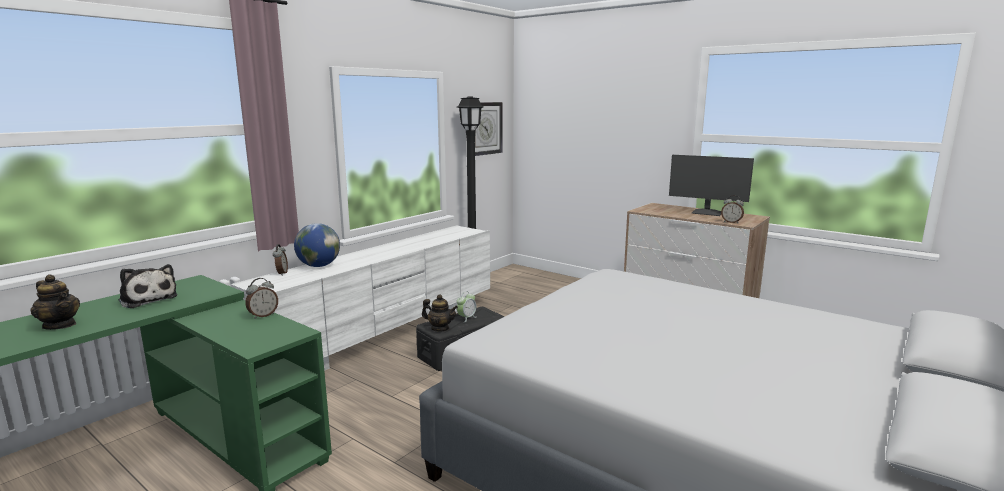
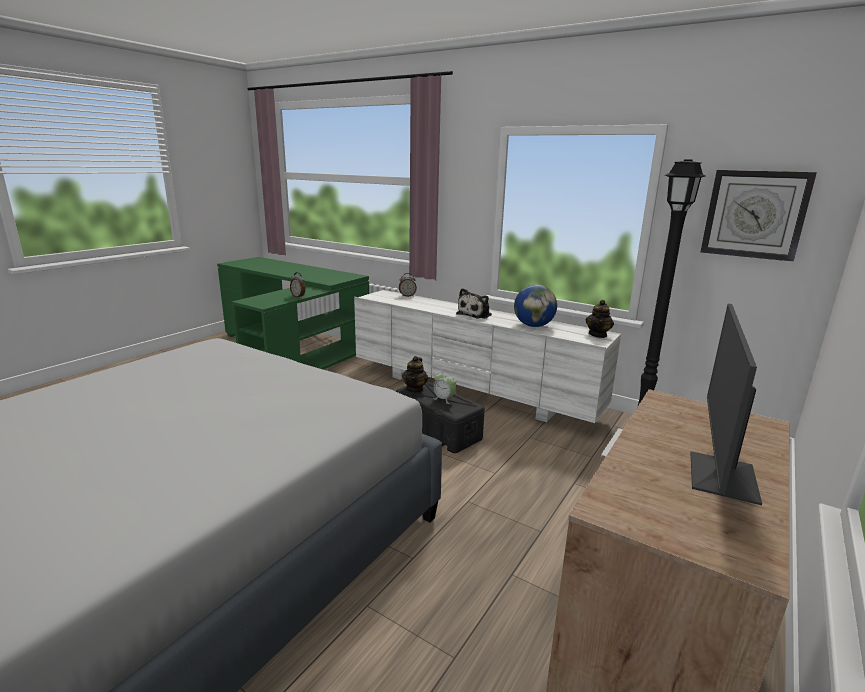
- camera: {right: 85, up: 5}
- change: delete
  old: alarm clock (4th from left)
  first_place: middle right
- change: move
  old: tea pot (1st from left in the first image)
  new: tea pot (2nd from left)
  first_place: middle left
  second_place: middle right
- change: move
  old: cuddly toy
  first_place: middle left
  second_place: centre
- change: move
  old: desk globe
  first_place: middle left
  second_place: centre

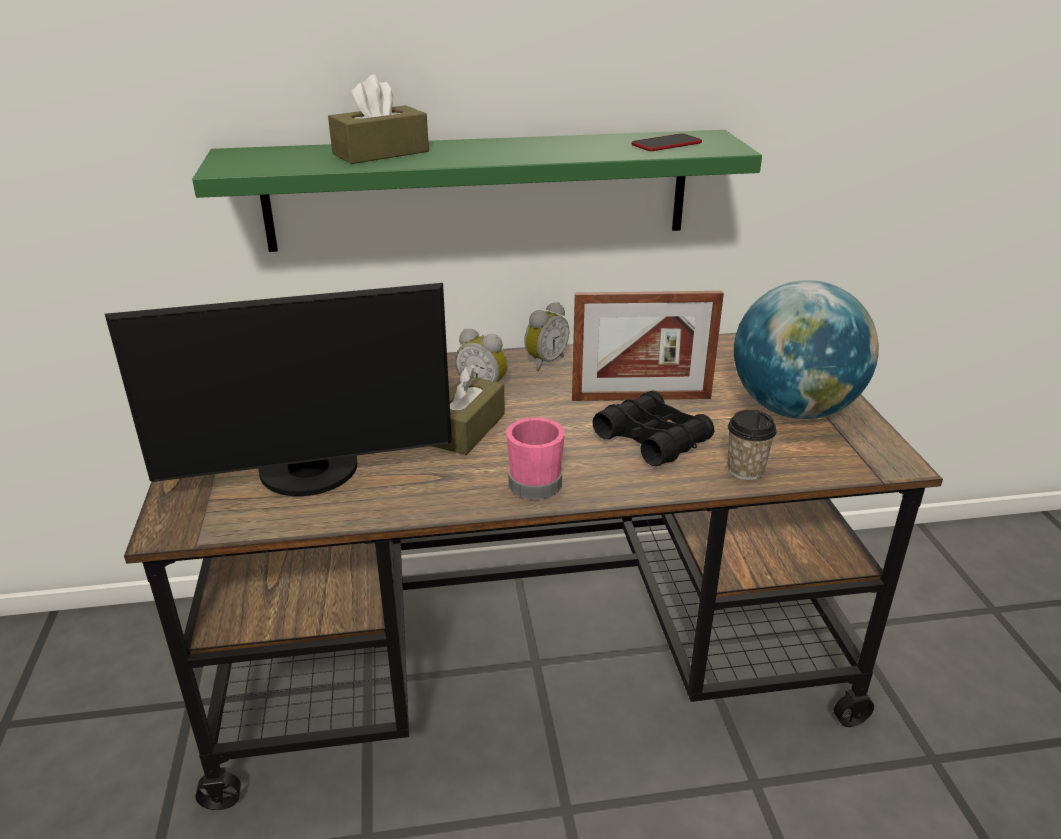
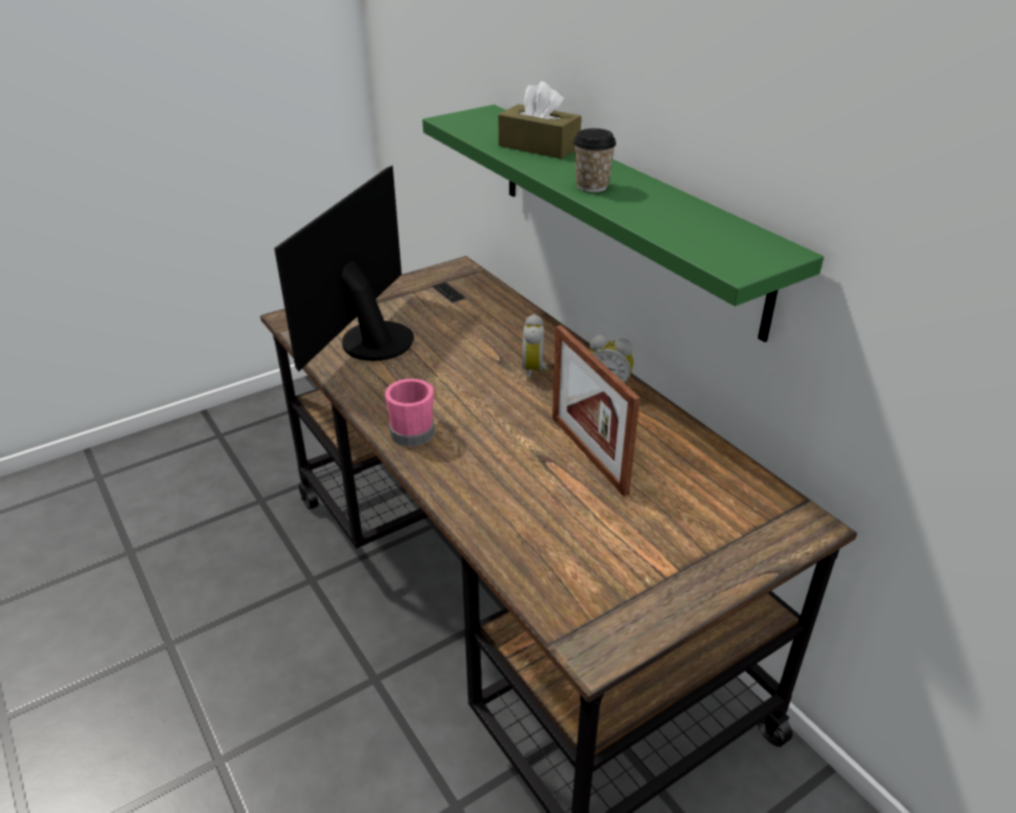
- camera: {right: 65, up: 5}
- change: delete
  old: tissue box/brownish (2nd from left)
  first_place: centre
- change: delete
  old: binoculars/black-coloured
  first_place: centre
- change: delete
  old: phone
  first_place: top centre
- change: delete
  old: desk globe
  first_place: middle right
- change: move
  old: cup
  first_place: middle right
  second_place: top centre
- change: rotate
  old: computer display
  first_place: middle left
  second_place: top centre
  degrees: 60

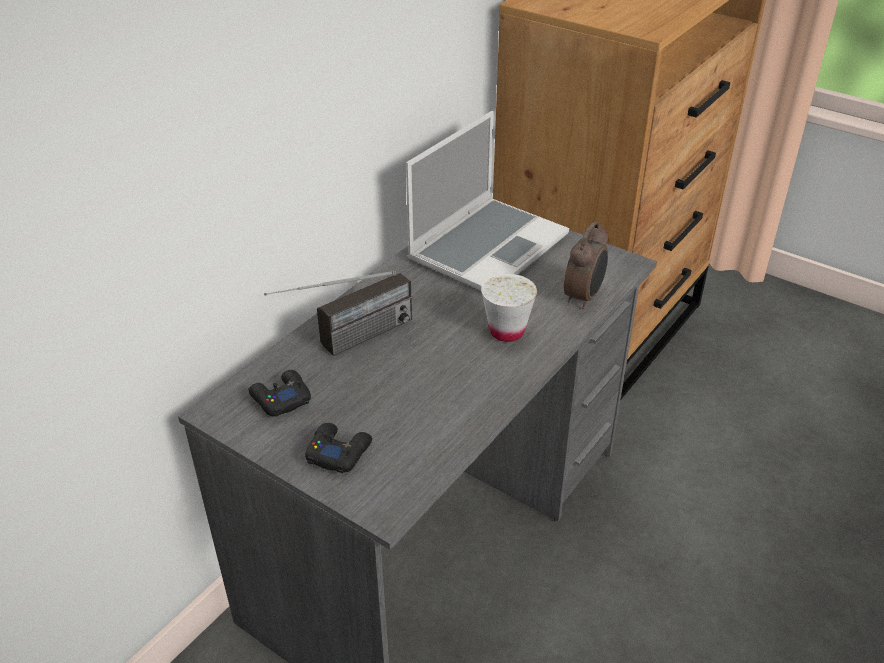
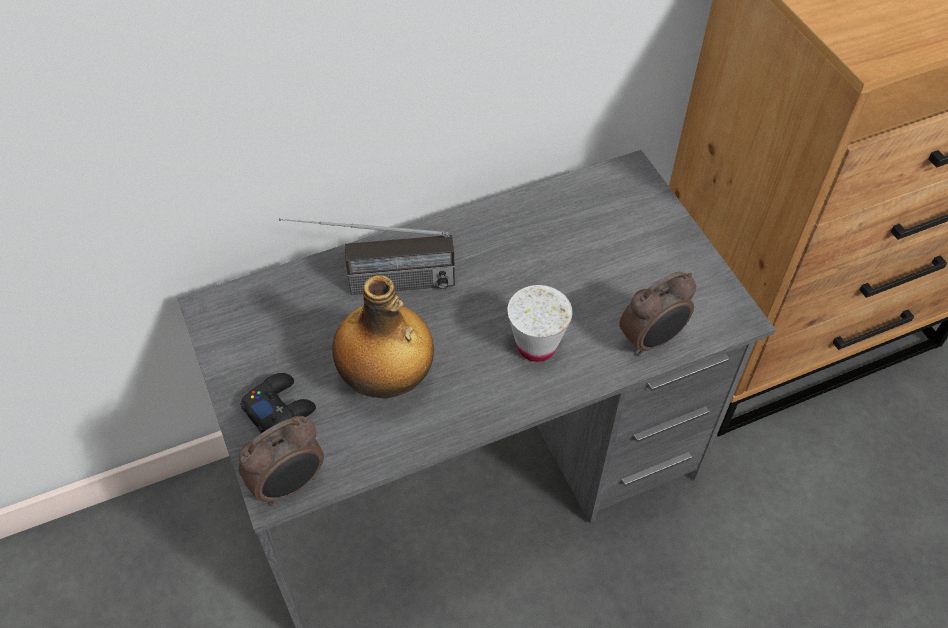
- camera: {right: 30, up: 15}
- change: delete
  old: gamepad/black-coloured (1st from left)
  first_place: middle left
- change: delete
  old: laptop
  first_place: top centre
- change: insert
  new: alarm clock (1st from left)
  second_place: bottom left
- change: insert
  new: drink bottle
  second_place: centre

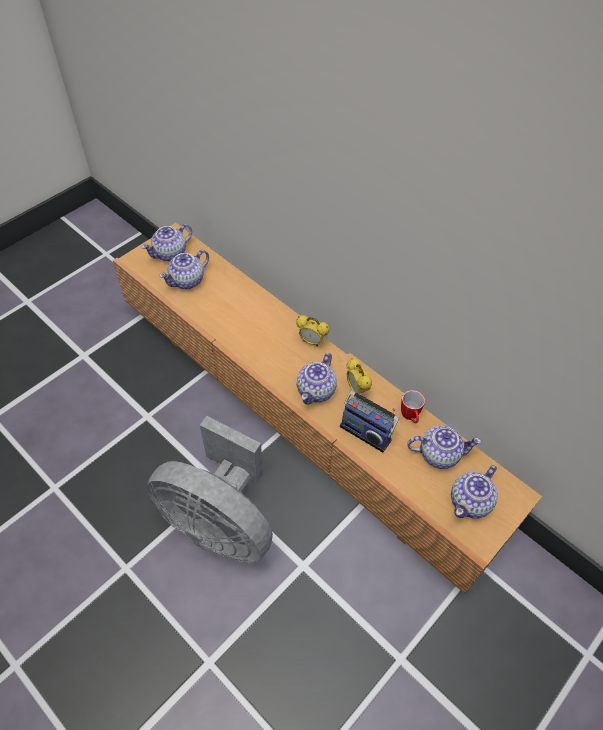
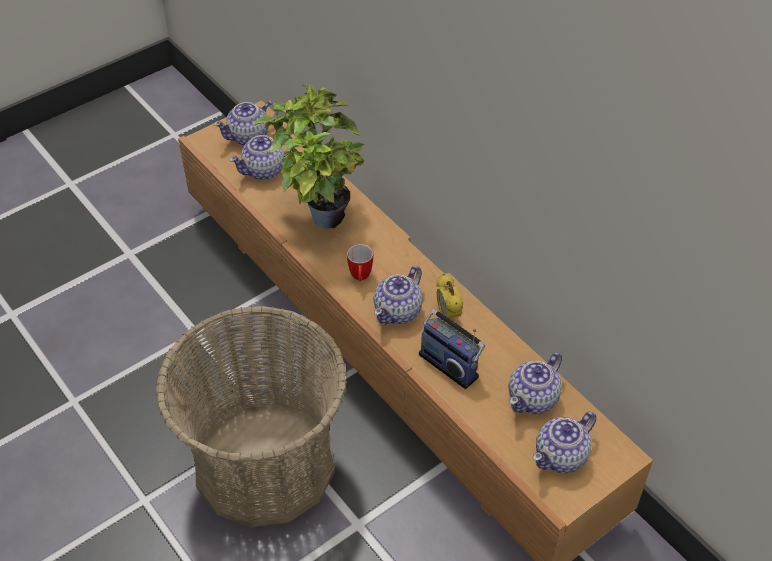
- camera: {right: 10, up: -5}
- change: delete
  old: alarm clock (1st from left)
  first_place: centre
- change: insert
  new: plant in a pot
  second_place: top centre
- change: move
  old: coffee mug
  first_place: middle right
  second_place: centre
- change: replace
  old: cooling fan/grey
  new: household basket
  first_place: bottom centre
  second_place: bottom left
- change: rotate
  old: tea pot (4th from left)
  first_place: middle right
  second_place: bottom right
  degrees: 120

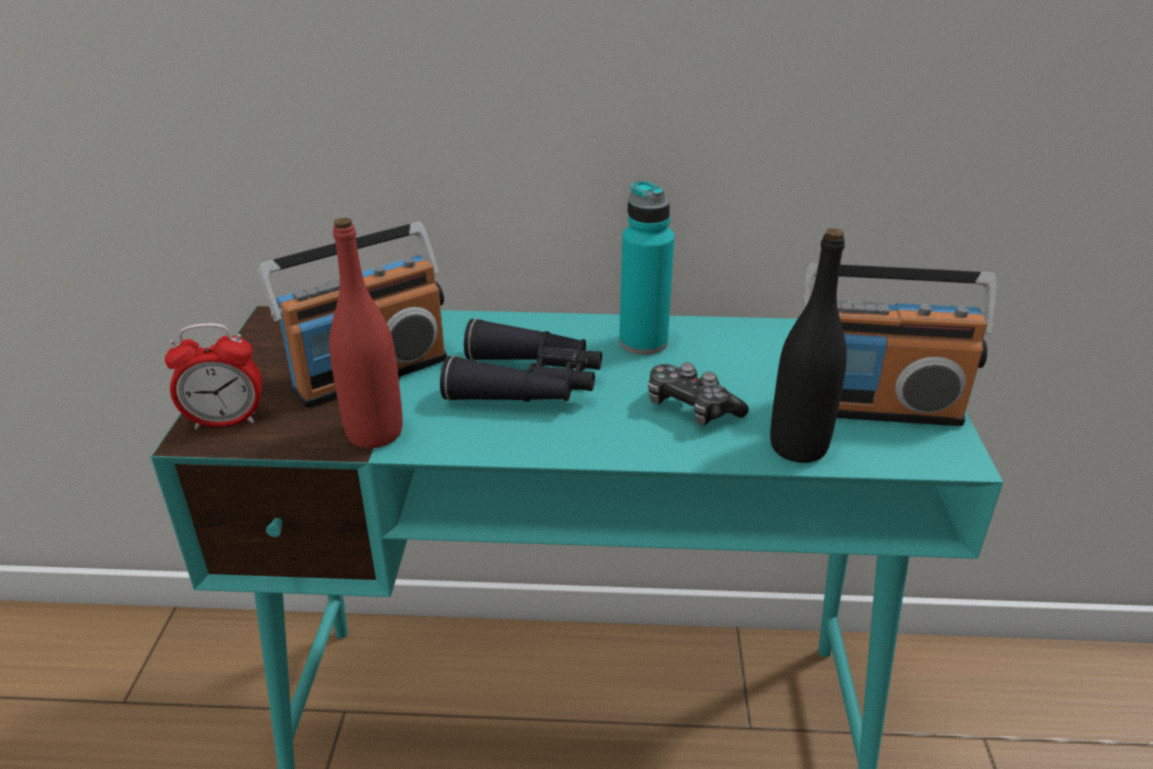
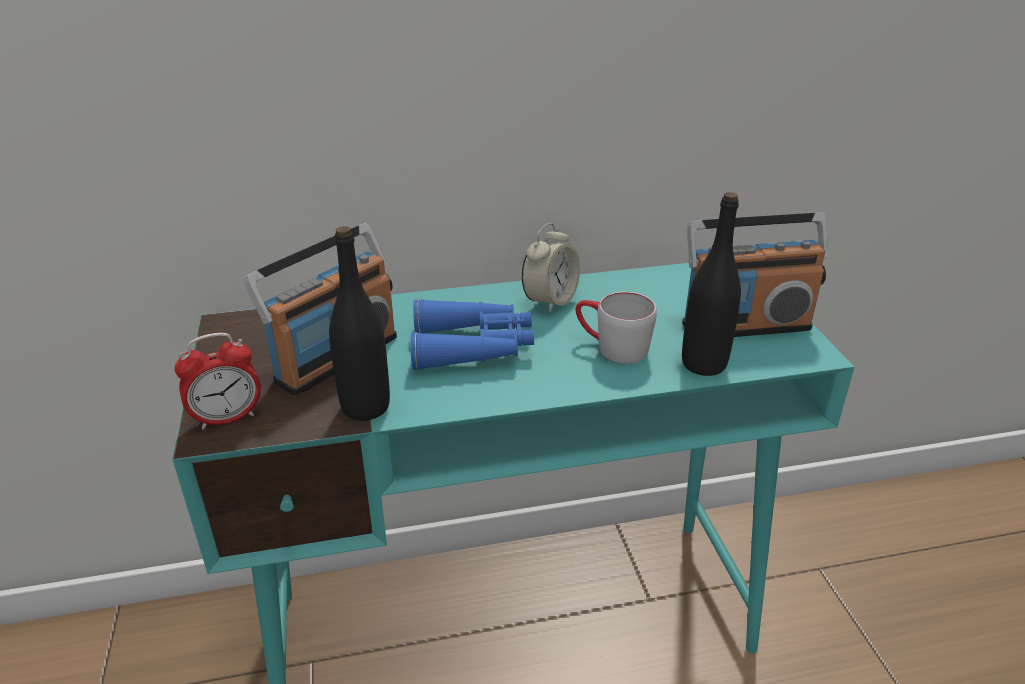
- camera: {right: -15, up: 0}
- change: replace
  old: drink bottle/blue-green
  new: alarm clock (2nd from left)
  first_place: centre
  second_place: centre
- change: replace
  old: gamepad
  new: coffee mug/grey
  first_place: centre
  second_place: centre
- change: recolor
  old: drink bottle/red-coloured
  new: drink bottle/black-coloured (1st from left)
  first_place: middle left
  second_place: centre
- change: recolor
  old: binoculars/black-coloured
  new: binoculars/bluish
  first_place: centre
  second_place: centre

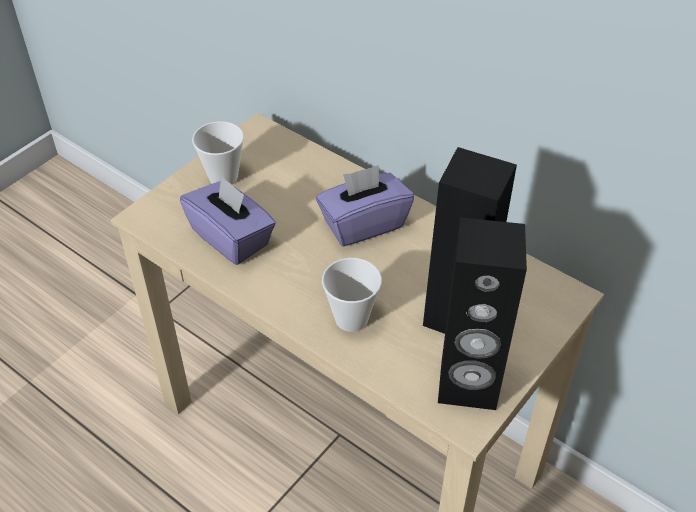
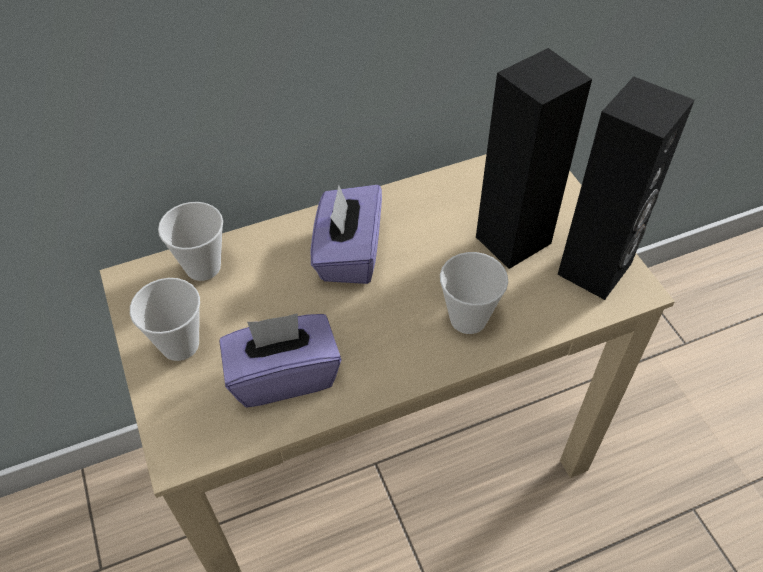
- camera: {right: -60, up: 5}
- change: insert
  new: cup (2nd from left)
  second_place: middle left

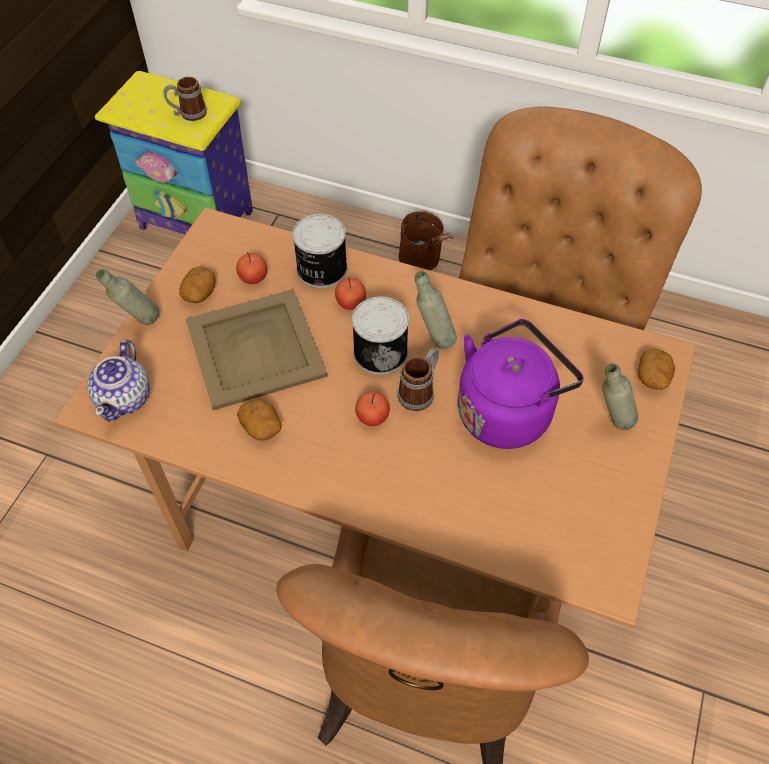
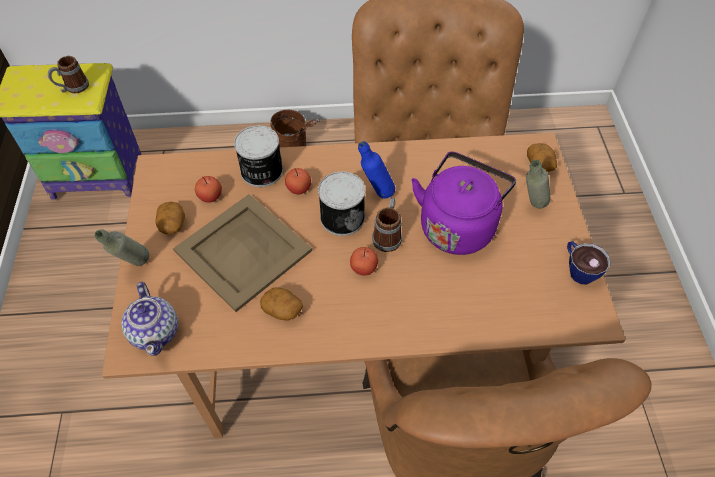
- camera: {right: -25, up: 0}
- change: insert
  new: cup
  second_place: middle right
- change: recolor
  old: drink bottle/grey (2nd from left)
  new: drink bottle/bluish
  first_place: centre
  second_place: centre

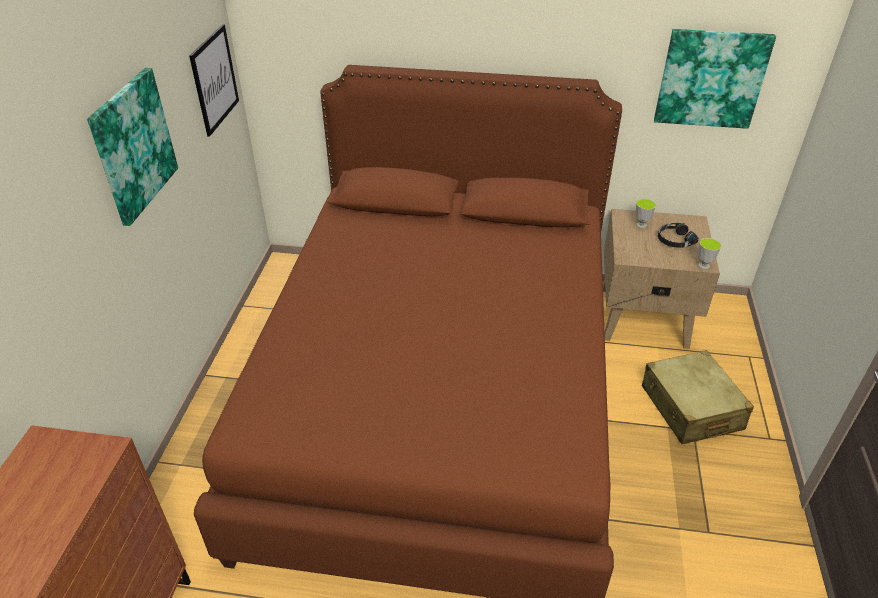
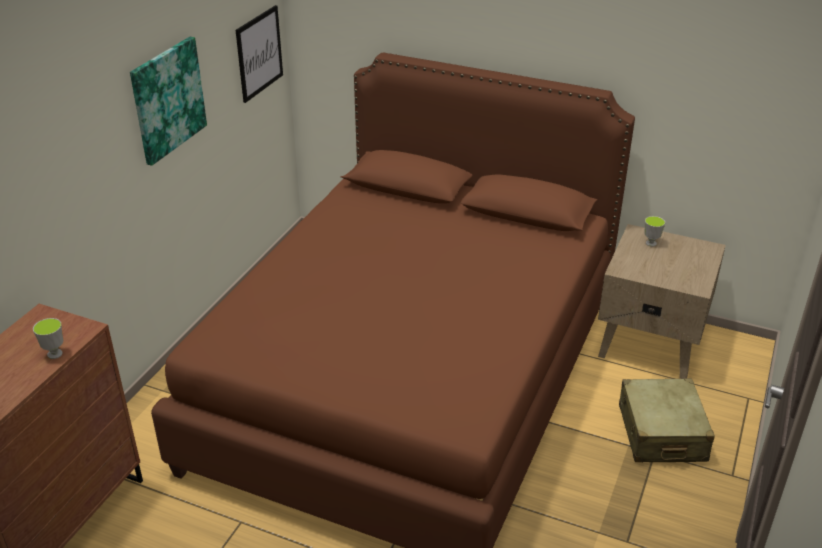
- camera: {right: 15, up: -5}
- change: delete
  old: wall art (3rd from left)
  first_place: top right
- change: delete
  old: pair of headphones/black-coloured
  first_place: middle right
- change: move
  old: cup (2nd from left in the first image)
  new: cup (1st from left)
  first_place: middle right
  second_place: middle left

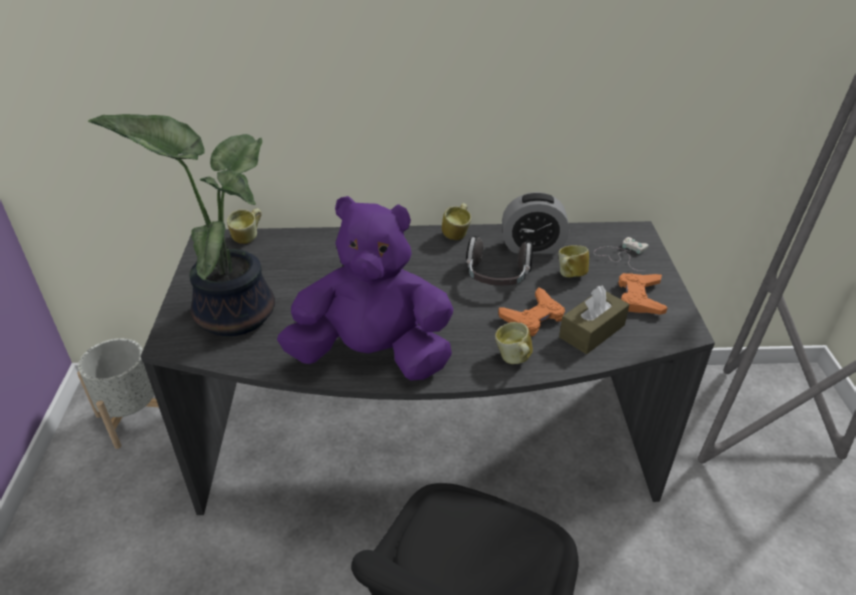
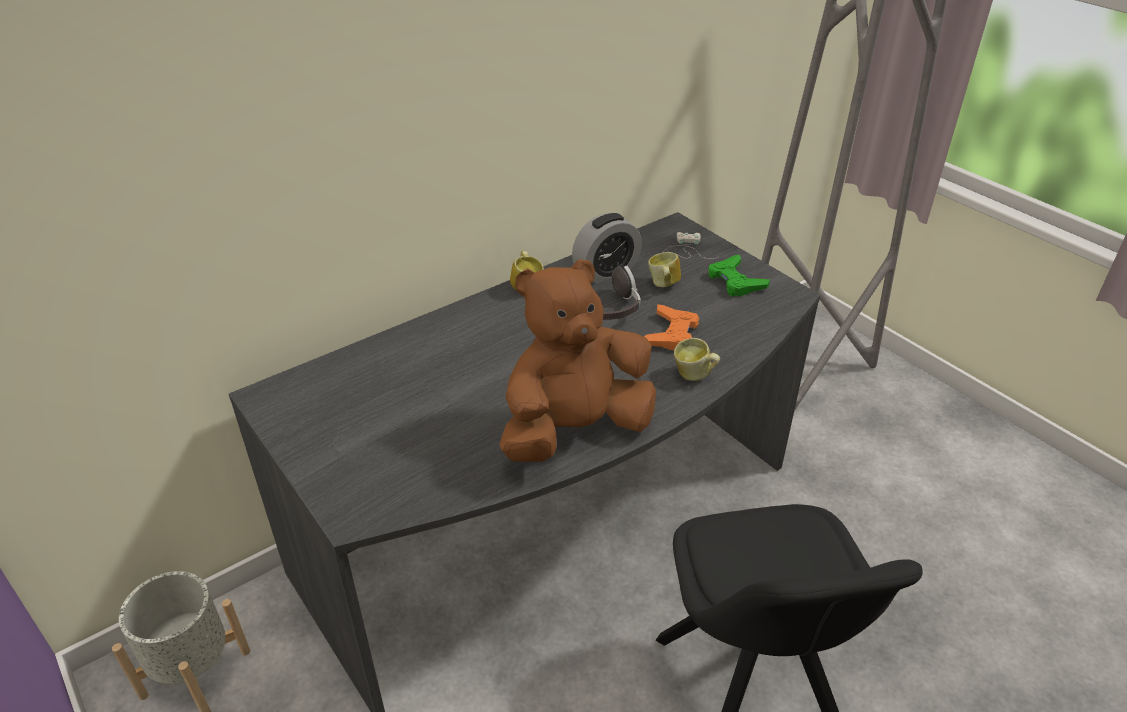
- camera: {right: -35, up: 0}
- change: delete
  old: plant in a pot
  first_place: middle left
- change: delete
  old: coffee mug (1st from left)
  first_place: middle left
- change: delete
  old: tissue box/brownish
  first_place: middle right
- change: recolor
  old: cuddly toy/purple-coloured
  new: cuddly toy/brownish
  first_place: centre
  second_place: centre
- change: recolor
  old: gamepad/orange-coloured (2nd from left)
  new: gamepad/green
  first_place: middle right
  second_place: centre

